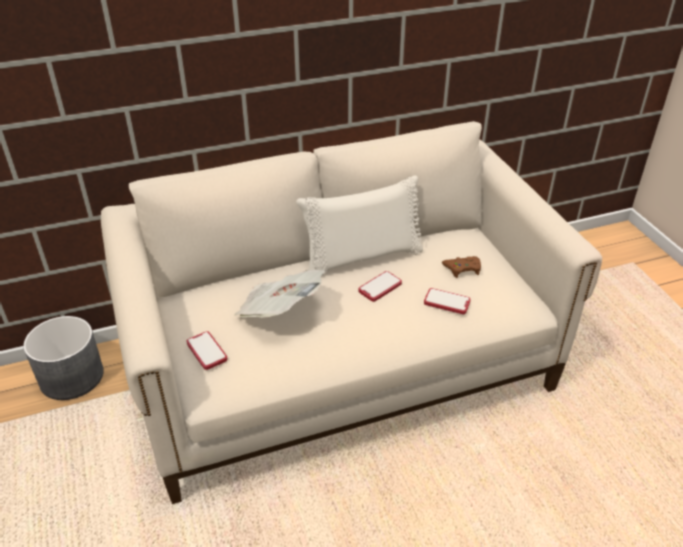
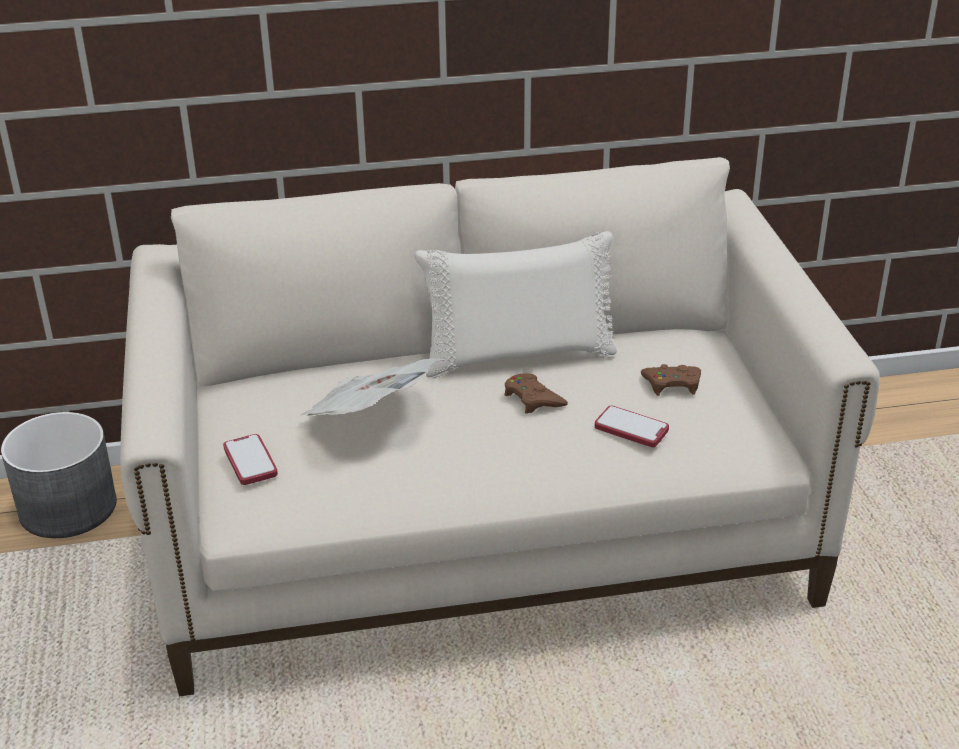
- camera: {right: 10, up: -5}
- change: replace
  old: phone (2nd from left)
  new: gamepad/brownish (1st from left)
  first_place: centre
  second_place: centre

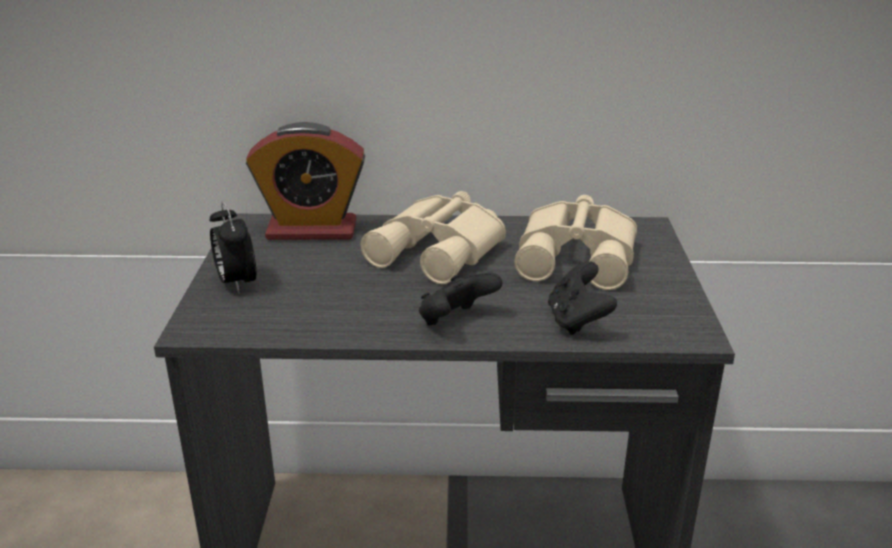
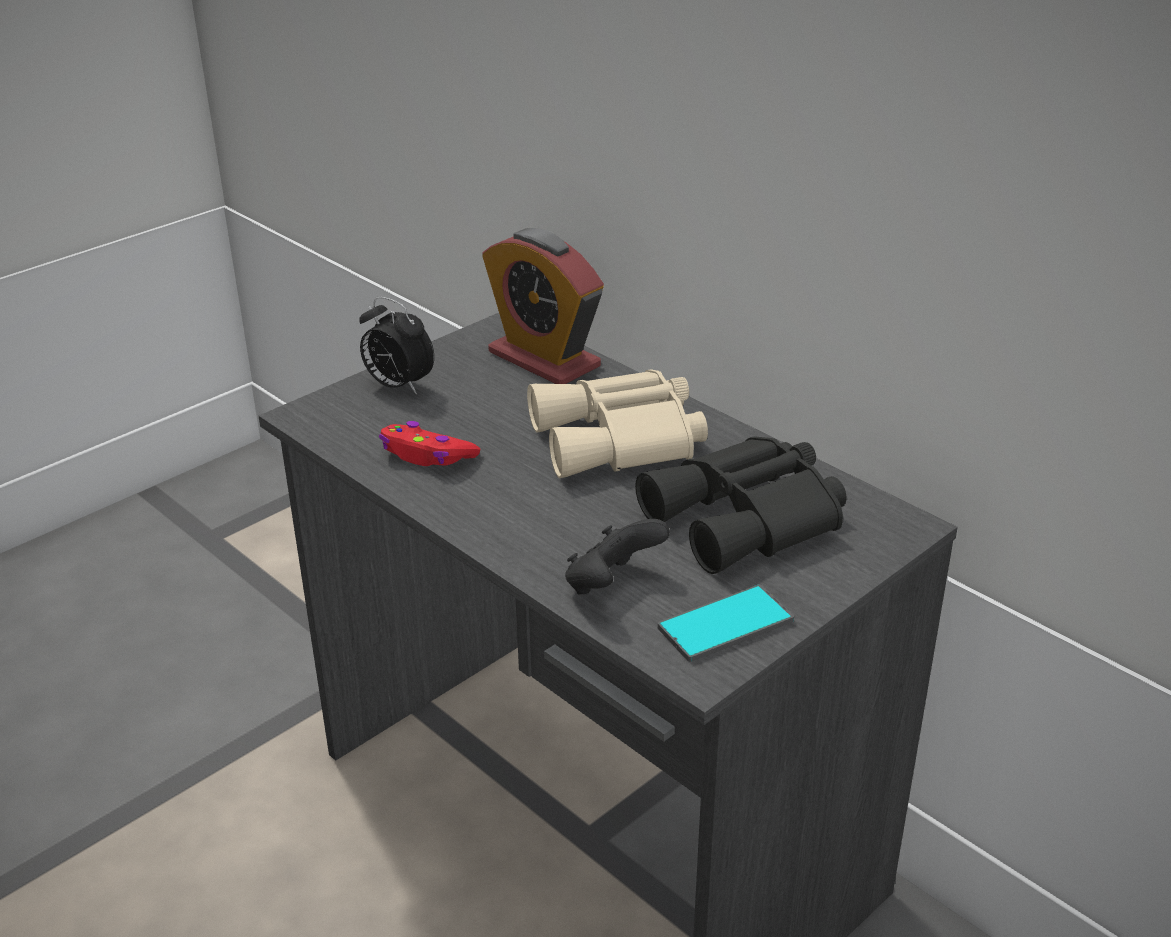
- camera: {right: 45, up: 5}
- change: delete
  old: gamepad/black-coloured (1st from left)
  first_place: centre
- change: insert
  new: gamepad/red-coloured
  second_place: centre
- change: insert
  new: phone
  second_place: centre
- change: recolor
  old: binoculars/beige-coloured (2nd from left)
  new: binoculars/black-coloured
  first_place: centre
  second_place: centre
- change: rotate
  old: alarm clock (1st from left)
  first_place: middle left
  second_place: centre
  degrees: -75

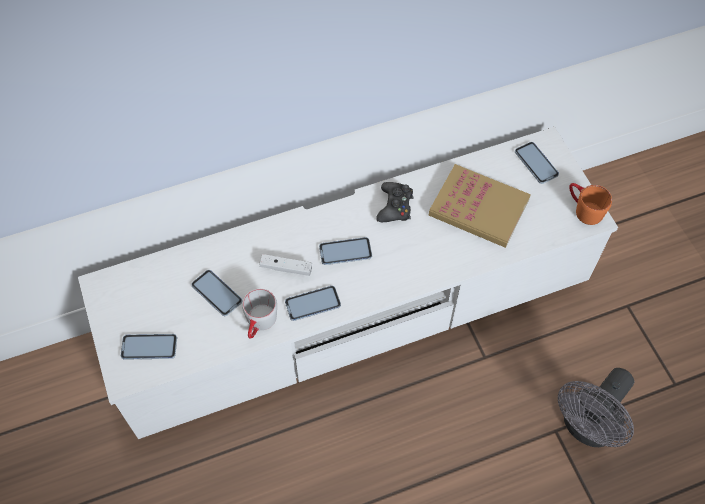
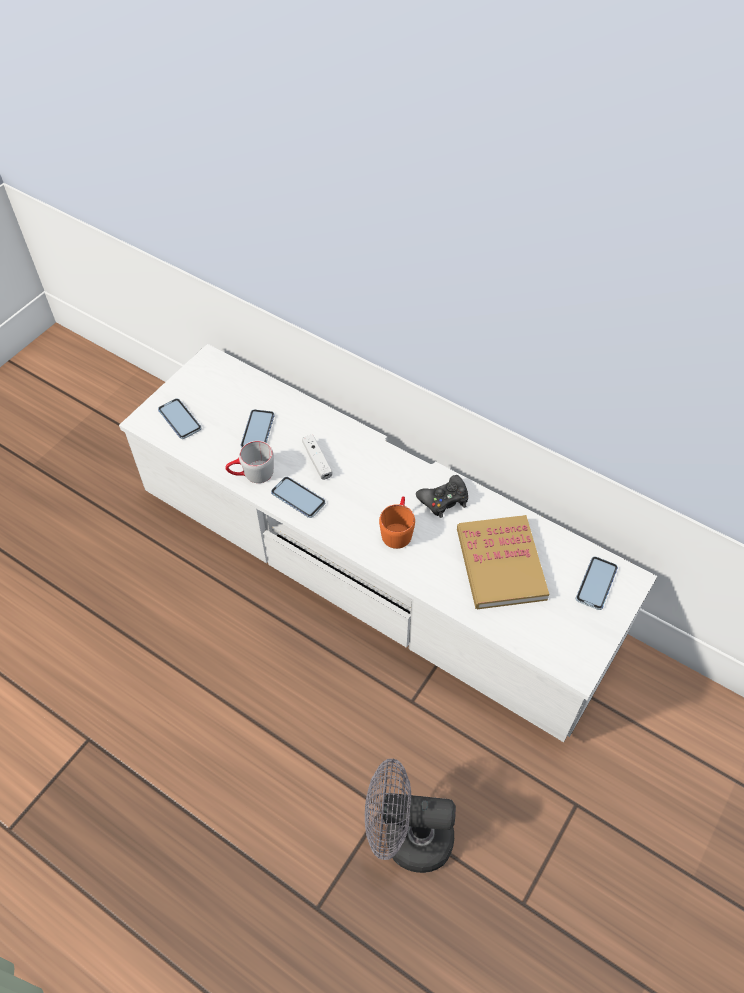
- camera: {right: 55, up: -5}
- change: delete
  old: phone (4th from left)
  first_place: centre
- change: move
  old: coffee mug/orange-coloured
  first_place: middle right
  second_place: centre

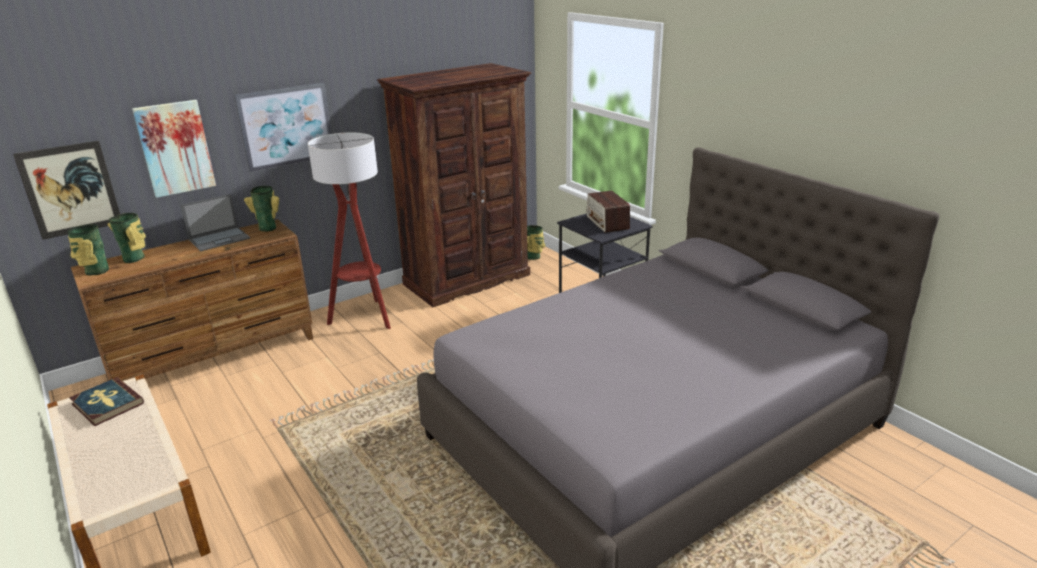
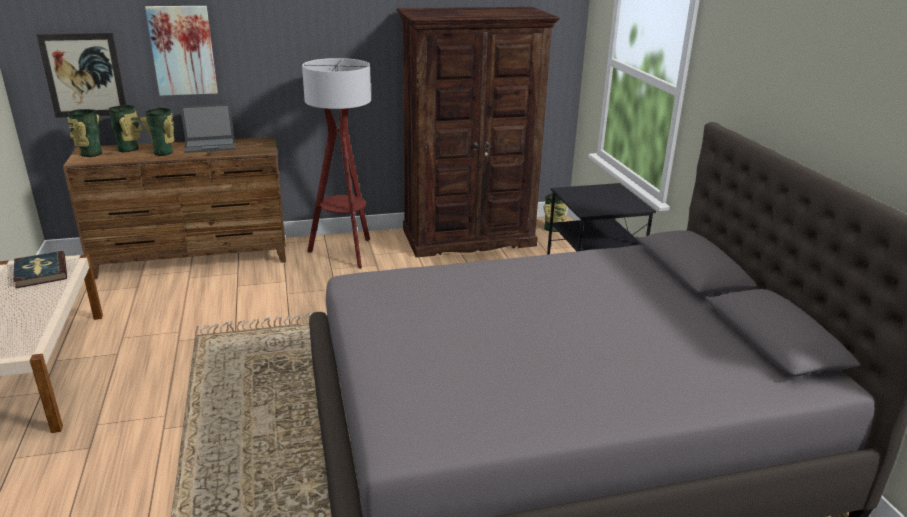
- camera: {right: 20, up: 0}
- change: delete
  old: wall art (3rd from left)
  first_place: top left
- change: delete
  old: radio
  first_place: centre
- change: move
  old: decorative vase (3rd from left)
  first_place: middle left
  second_place: top left

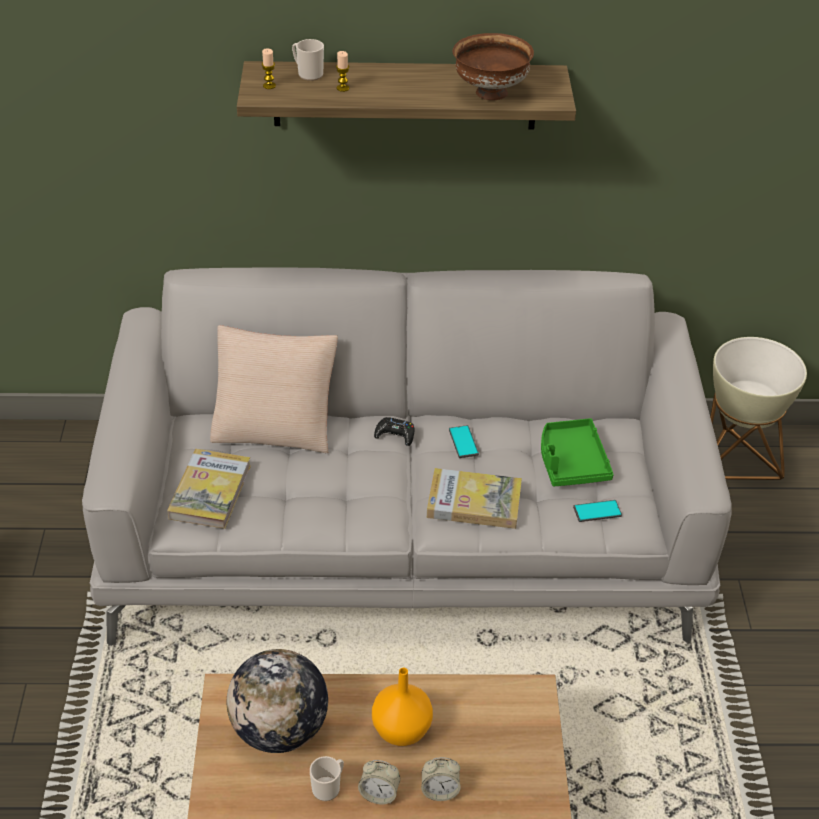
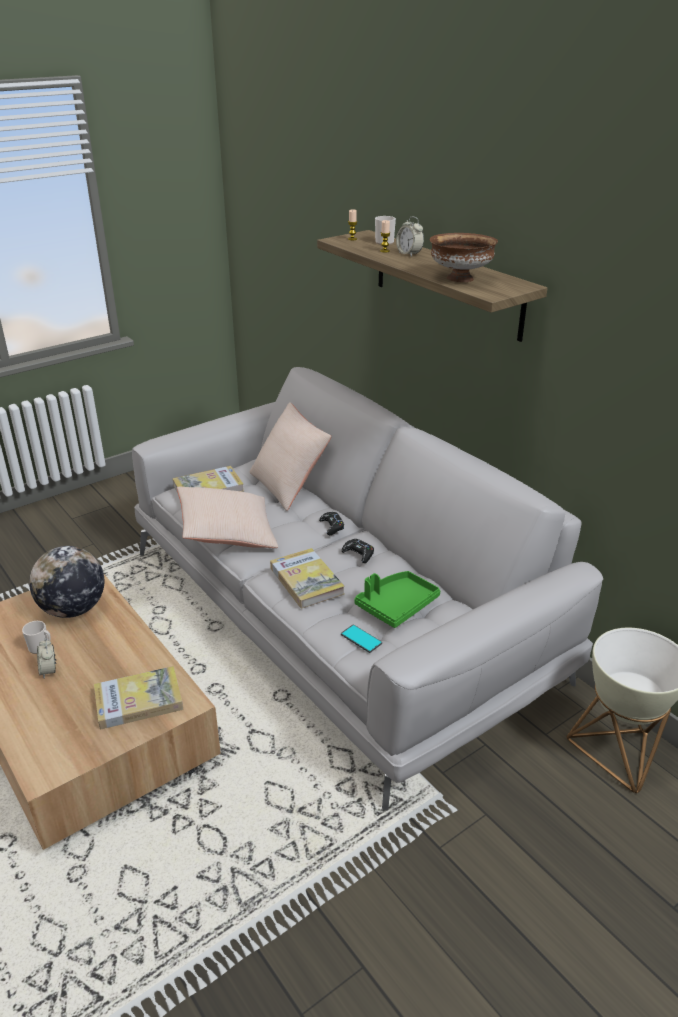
- camera: {right: 55, up: -10}
- change: delete
  old: decorative vase/orange-coloured
  first_place: bottom centre
- change: insert
  new: bound book (1st from left)
  second_place: bottom left
- change: insert
  new: throw pillow/beige-coloured (1st from left)
  second_place: centre
- change: move
  old: alarm clock (2nd from left)
  first_place: bottom centre
  second_place: top centre
- change: replace
  old: phone (1st from left)
  new: gamepad/black-coloured (2nd from left)
  first_place: centre
  second_place: centre

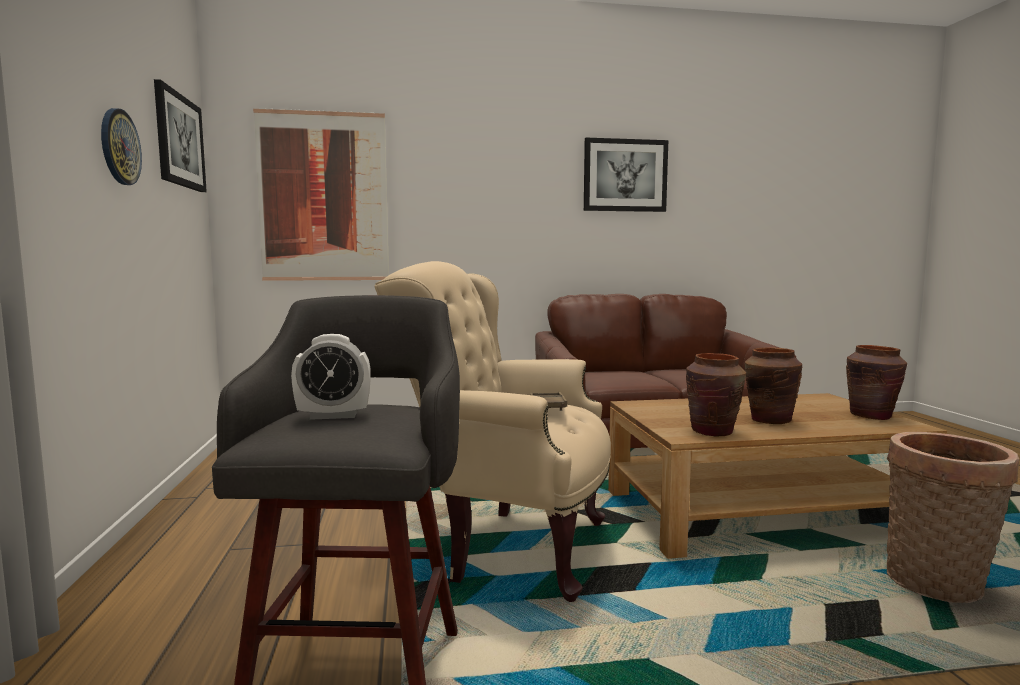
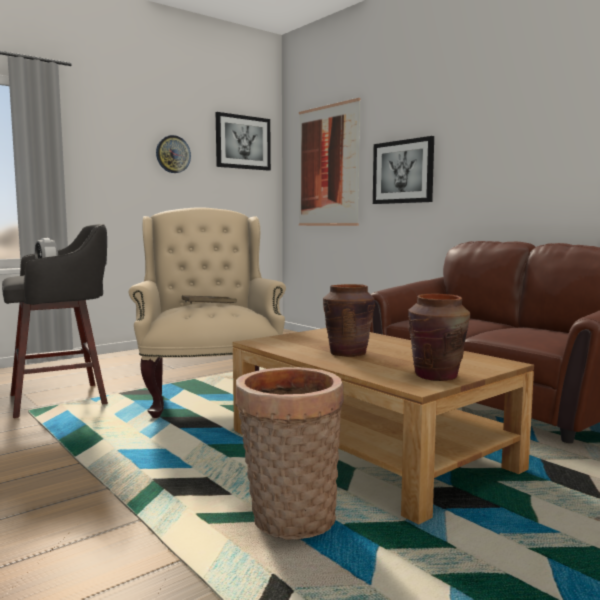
- camera: {right: 60, up: 0}
- change: delete
  old: decorative vase/brownish (1st from left)
  first_place: middle right
- change: move
  old: wall art (3rd from left)
  first_place: top centre
  second_place: top right

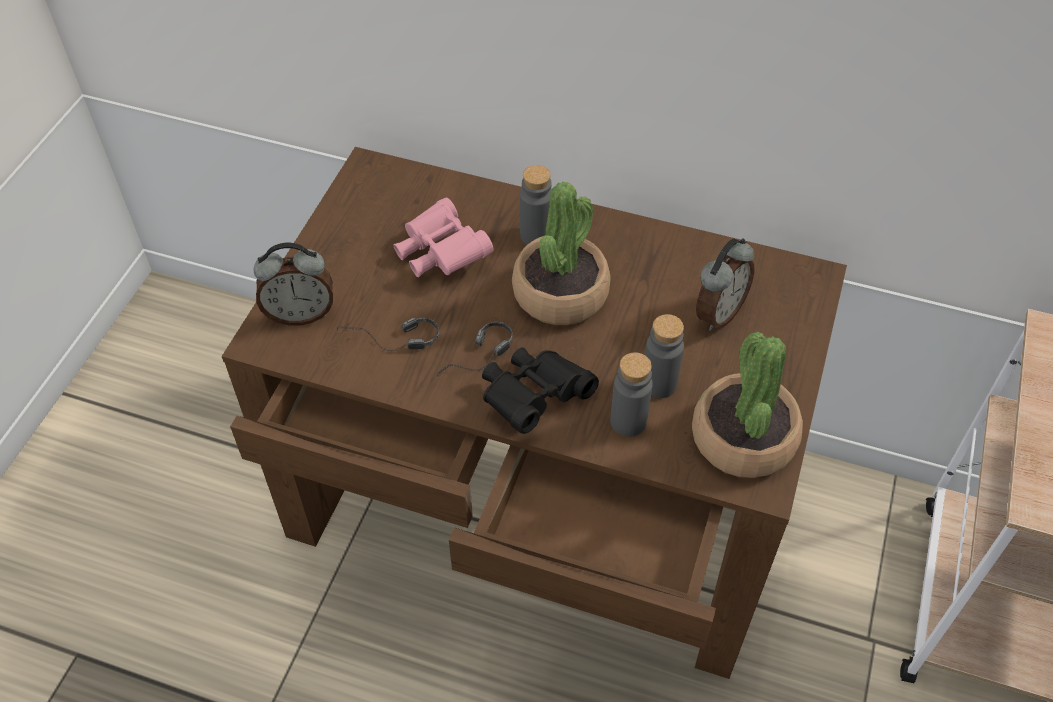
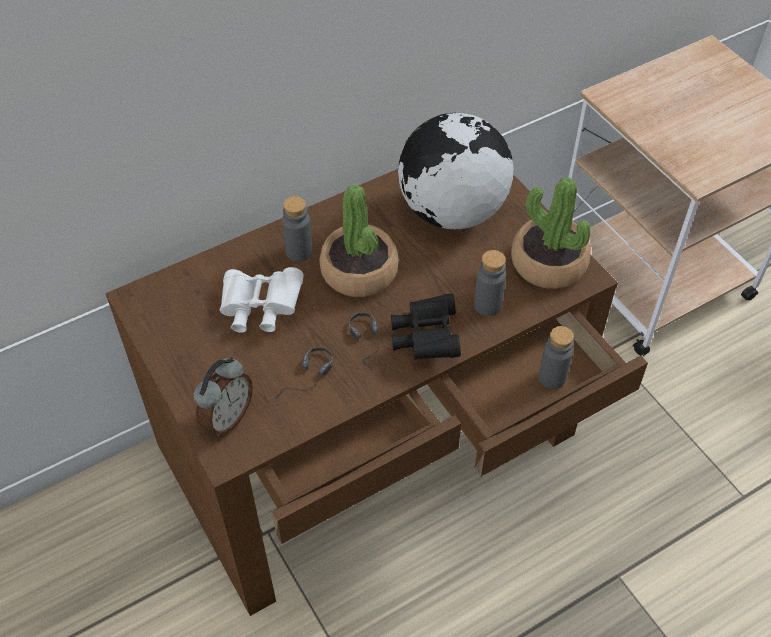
- camera: {right: -50, up: 0}
- change: move
  old: drink bottle/grey (3rd from left)
  first_place: centre
  second_place: middle right
- change: replace
  old: alarm clock (2nd from left)
  new: desk globe
  first_place: middle right
  second_place: top centre
- change: recolor
  old: binoculars/pink
  new: binoculars/white
  first_place: centre
  second_place: centre

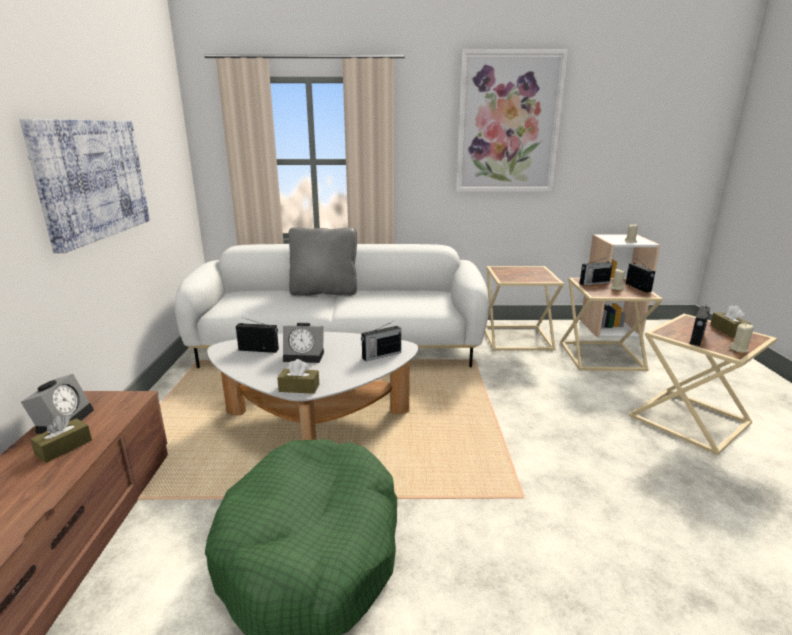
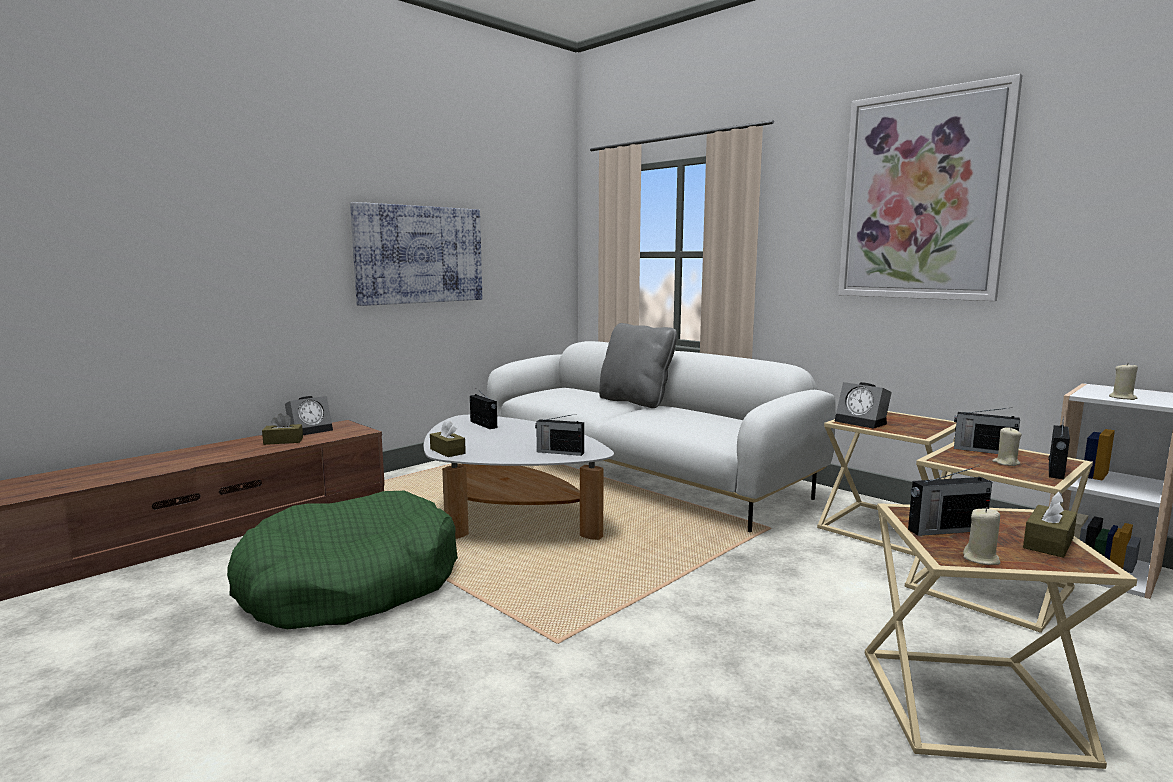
- camera: {right: 45, up: -10}
- change: move
  old: alarm clock (2nd from left)
  first_place: centre
  second_place: middle right

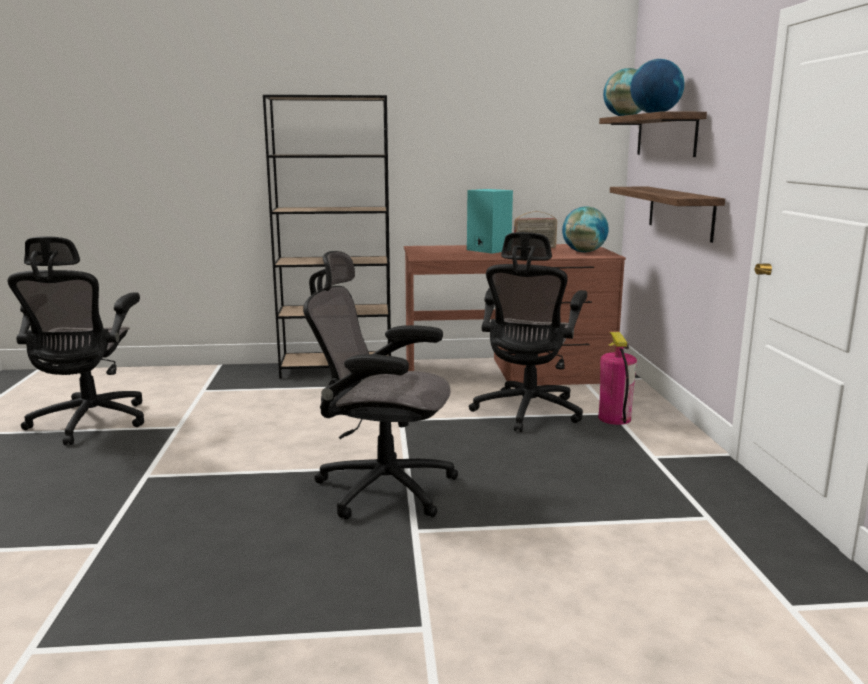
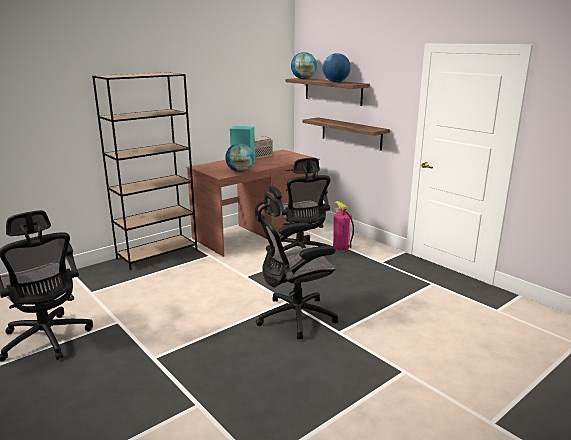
- camera: {right: -35, up: 5}
- change: move
  old: desk globe (1st from left)
  first_place: middle right
  second_place: centre

